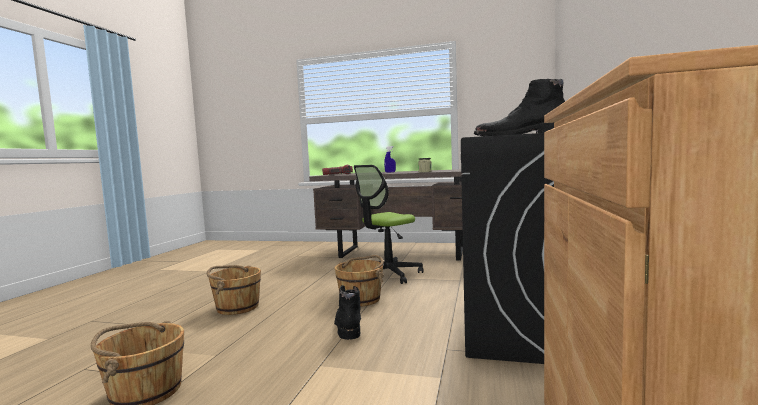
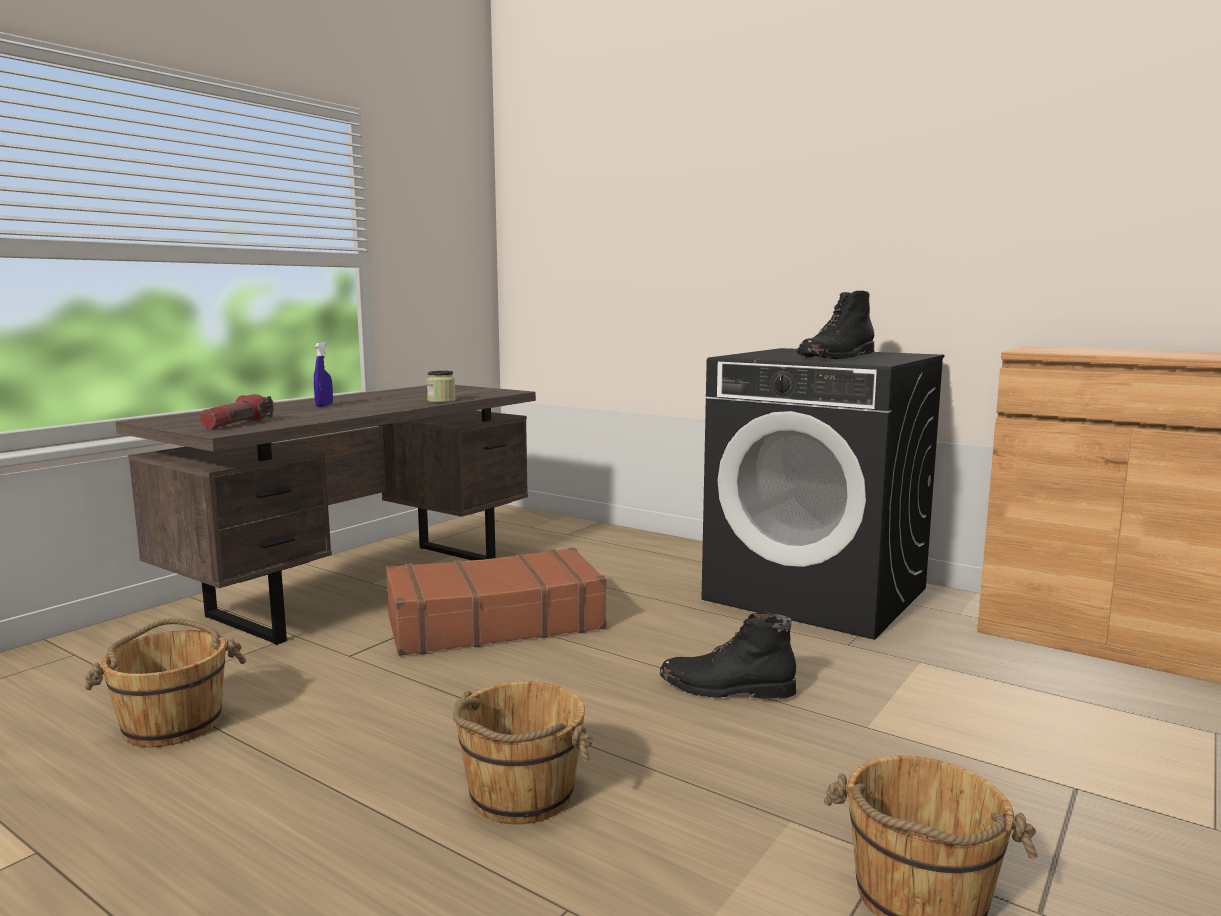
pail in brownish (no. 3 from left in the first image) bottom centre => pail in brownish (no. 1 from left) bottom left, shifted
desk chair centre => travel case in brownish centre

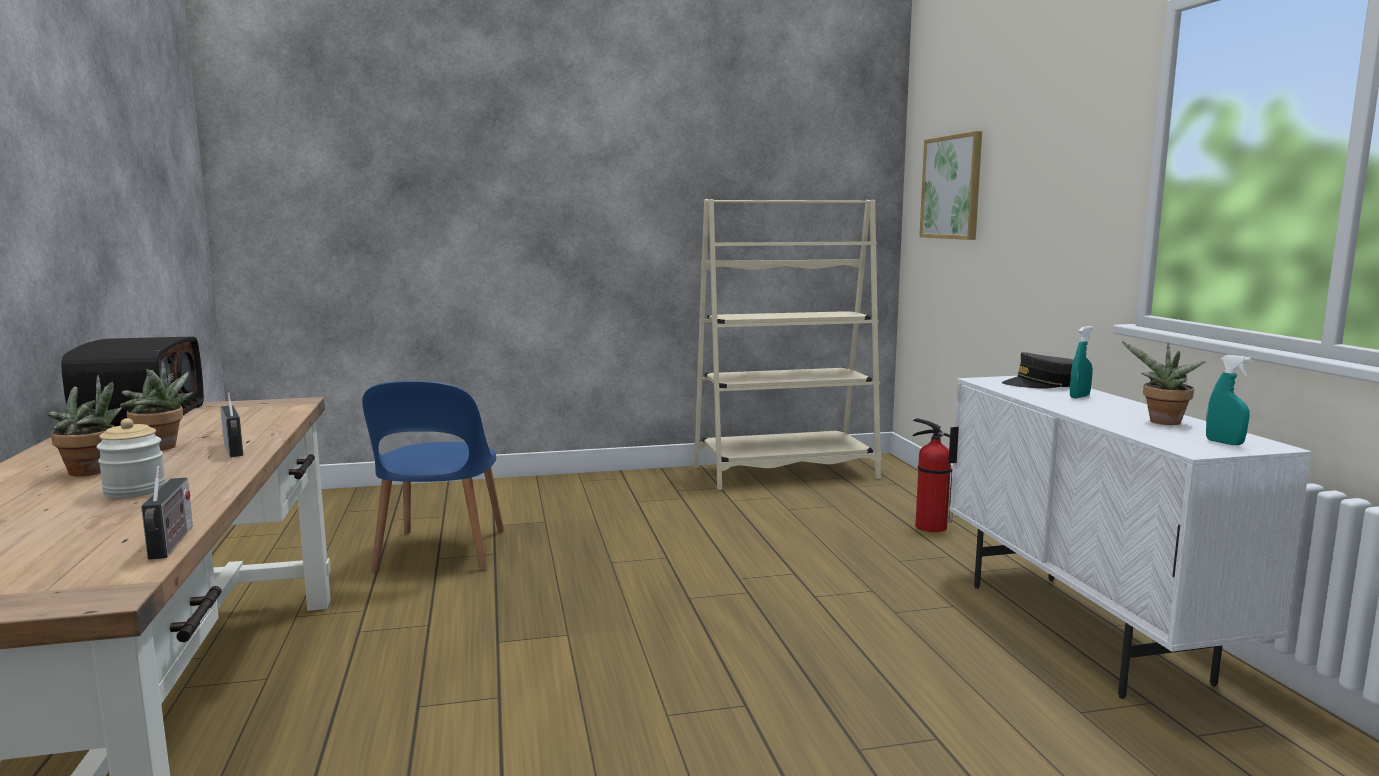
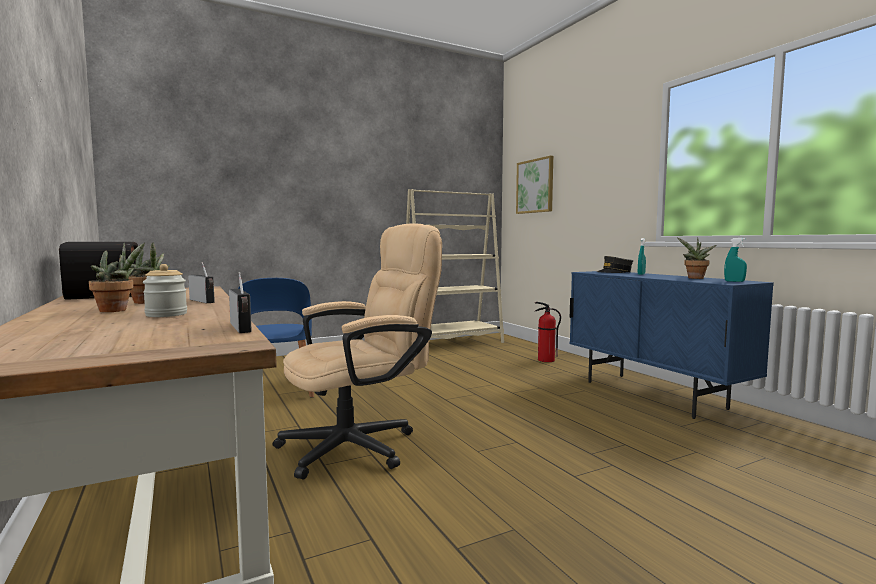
nothing => desk chair in beige centre
cupboard in white bottom right => cupboard in blue middle right

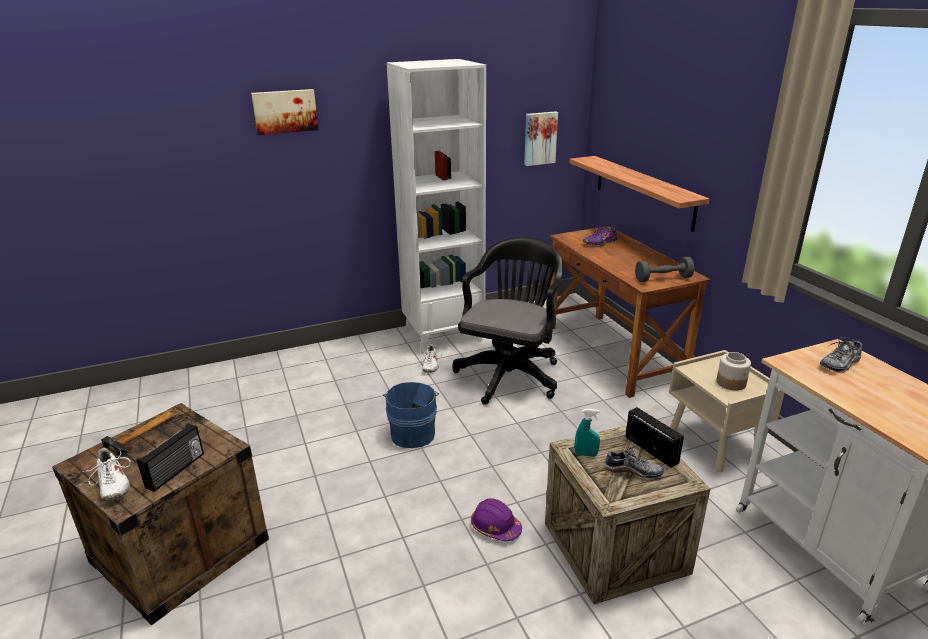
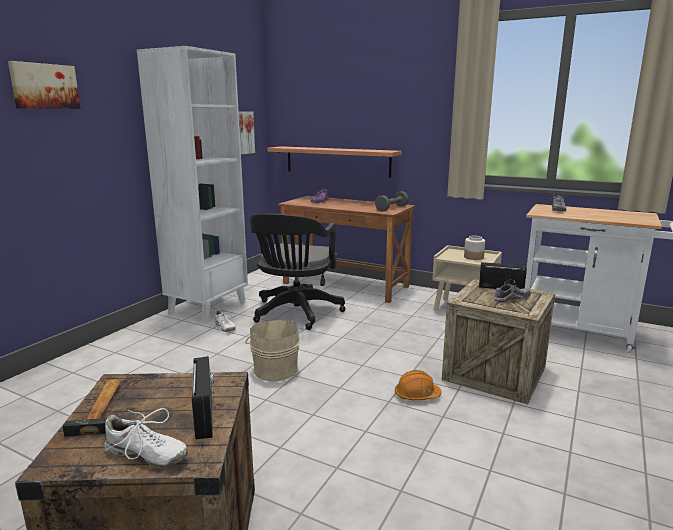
hand sprayer in blue-green bottom centre => nothing
pail in blue centre => pail in beige centre
work helmet in purplish bottom centre => work helmet in orangey bottom centre
desk chair in black-coloured centre, 150 degrees counterclockwise

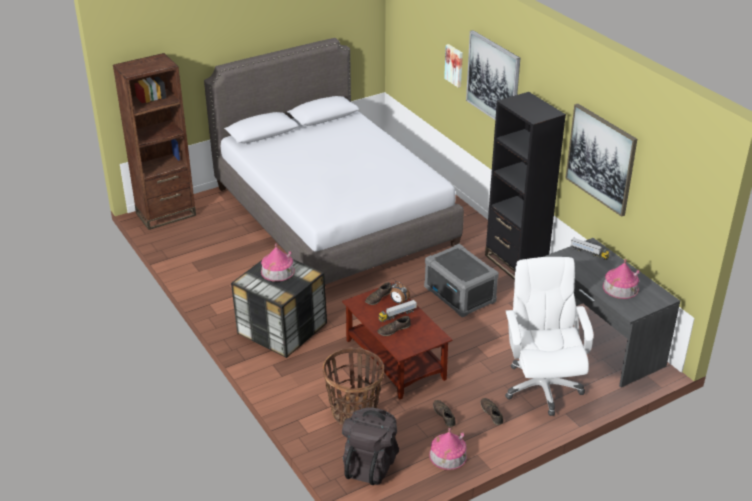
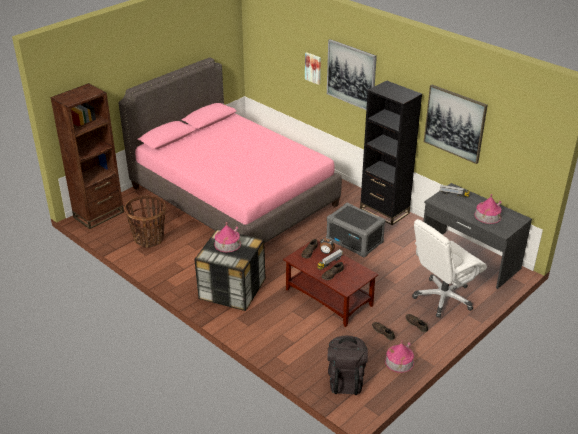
household basket bottom centre => household basket middle left, shifted
bed in grey top centre => bed in pink-coloured centre
desk chair in white bottom right => desk chair in white middle right, 105 degrees counterclockwise

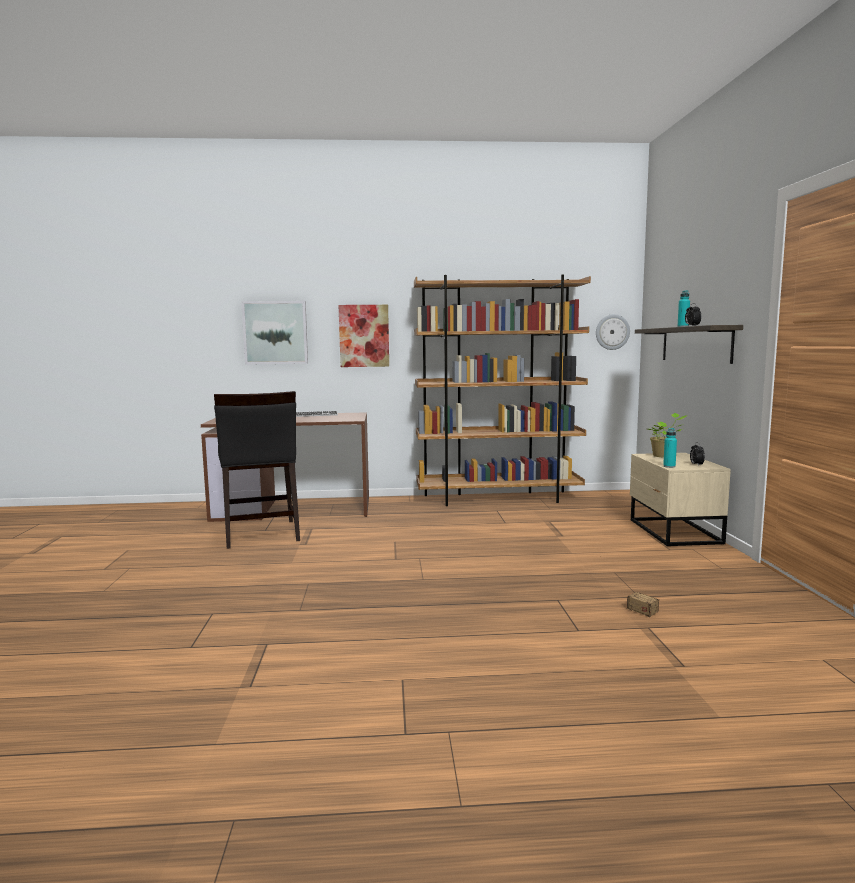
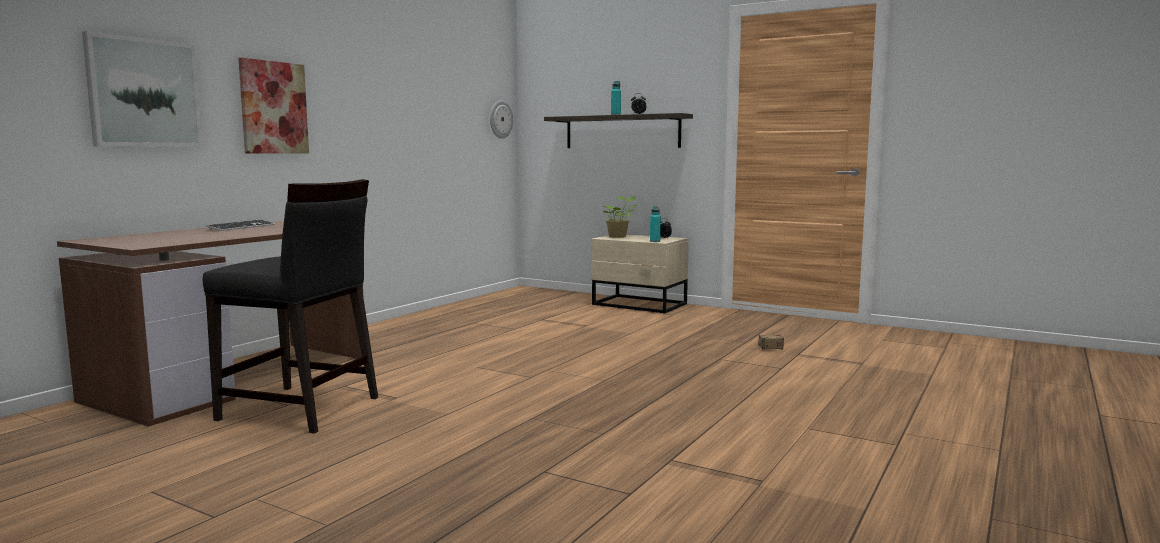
bookshelf in brownish centre => nothing

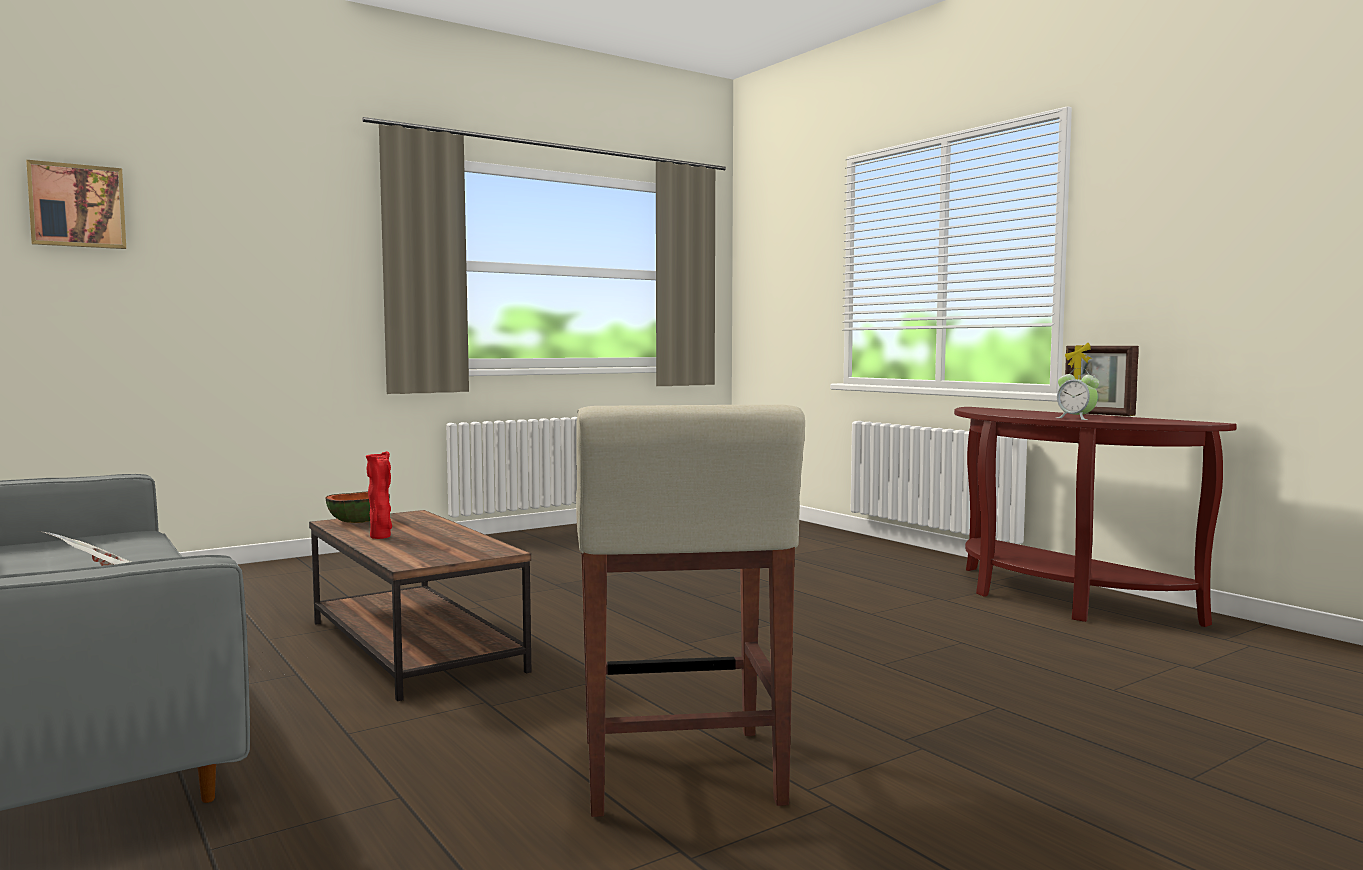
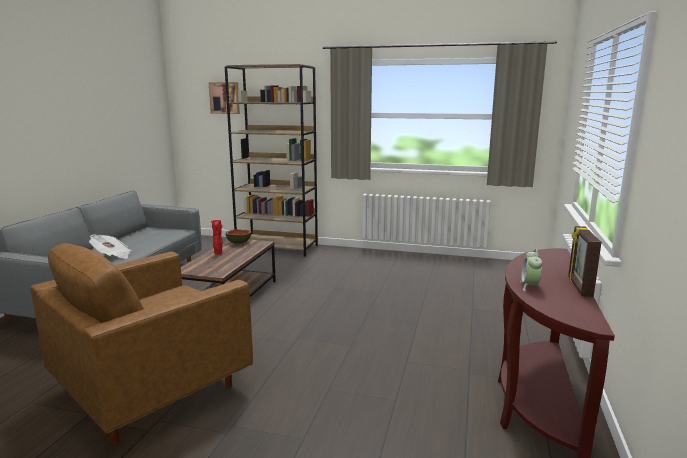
nothing => bookshelf in brownish centre
stool seat in beige bottom centre => easy chair in brownish bottom left

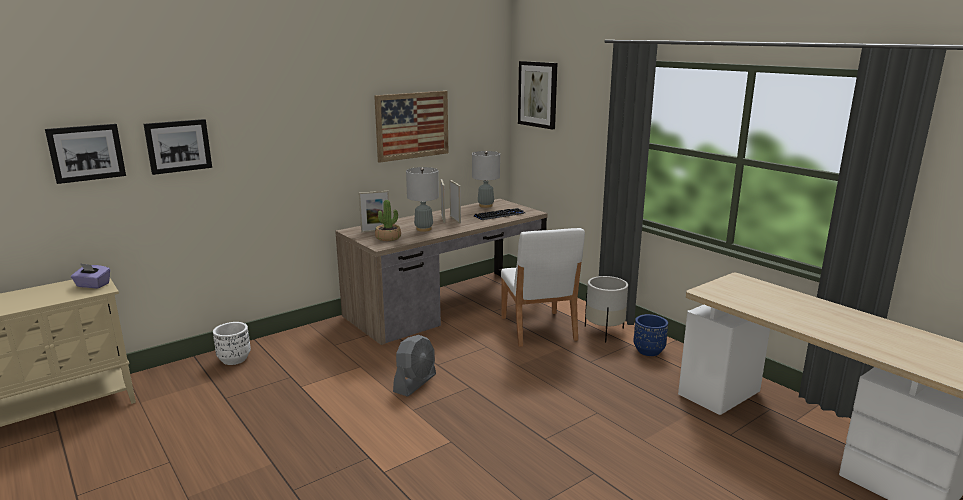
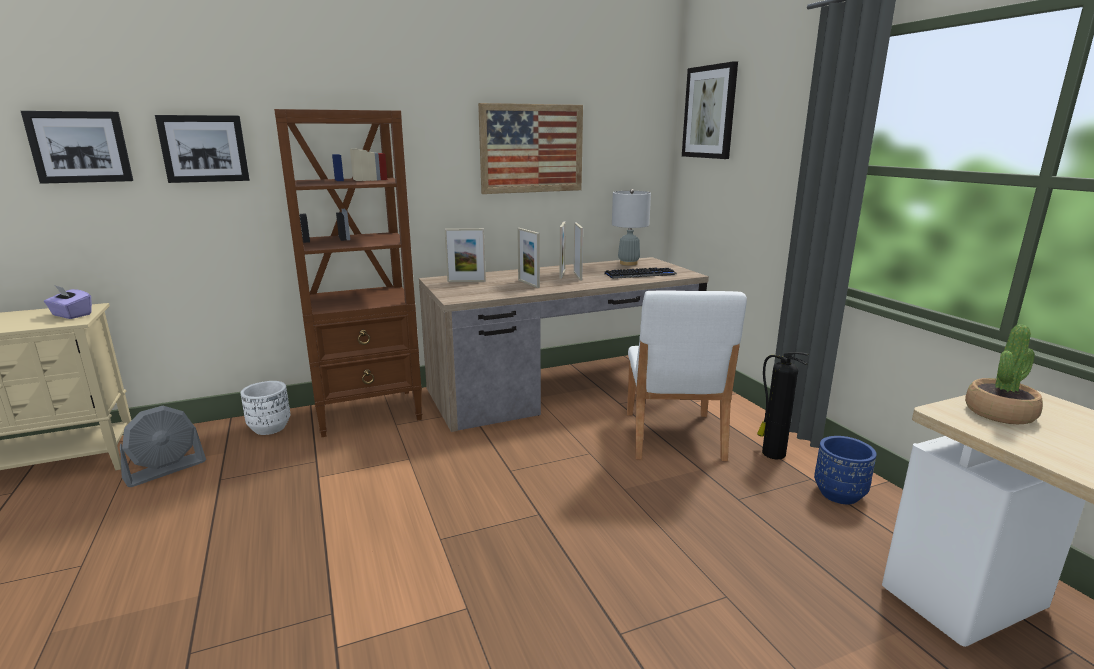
nothing => bookshelf in brownish middle left
plant in a pot centre => plant in a pot middle right, shifted
cooling fan in grey bottom centre => cooling fan in grey bottom left, shifted
tabletop lamp in grey (no. 1 from left) centre => photo frame (no. 2 from left) centre
plant pot in white (no. 2 from left) centre => fire extinguisher middle right

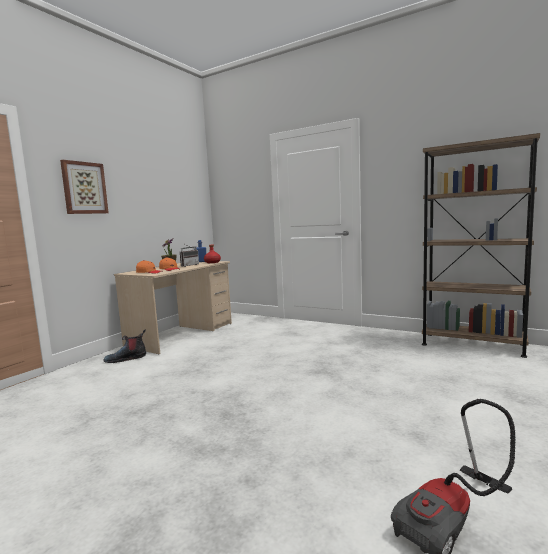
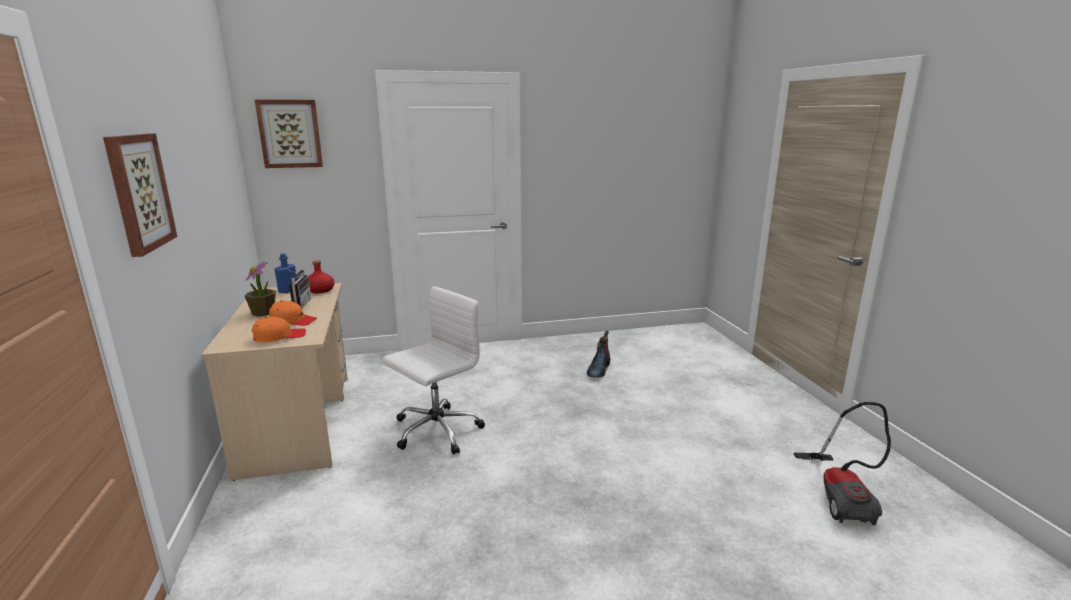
bookshelf in brownish middle right => nothing
nothing => wall picture (no. 2 from left) top left
nothing => desk chair in white centre
boot middle left => boot centre, shifted

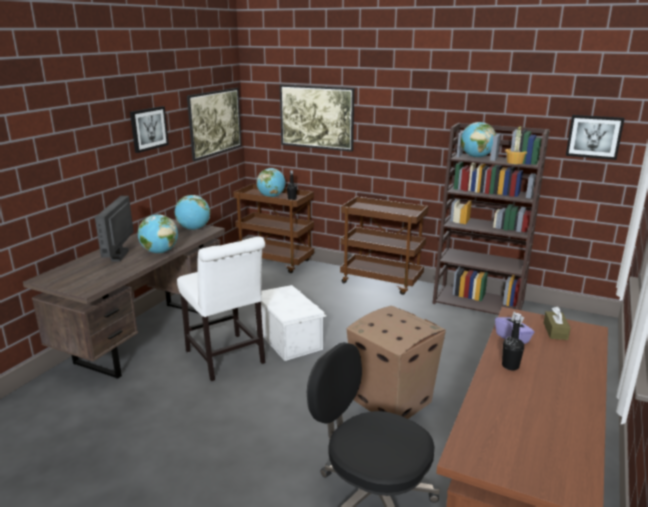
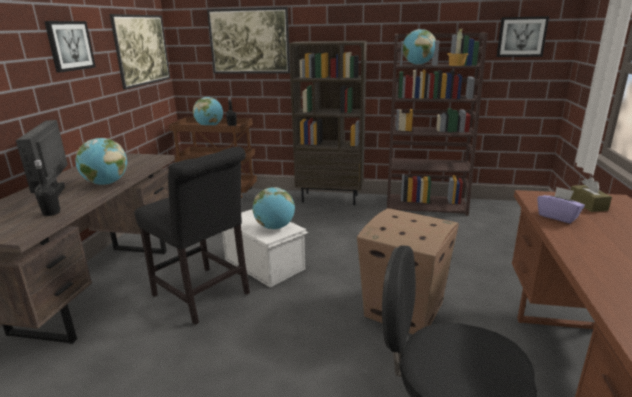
world globe (no. 2 from left in the first image) middle left => world globe (no. 3 from left) centre, shifted
beverage bottle in black-coloured (no. 2 from left in the first image) bottom right => beverage bottle in black-coloured (no. 1 from left) middle left, shifted
cart in brownish (no. 2 from left) centre => bookshelf in brownish (no. 1 from left) top centre
chair in white centre => chair in black-coloured middle left

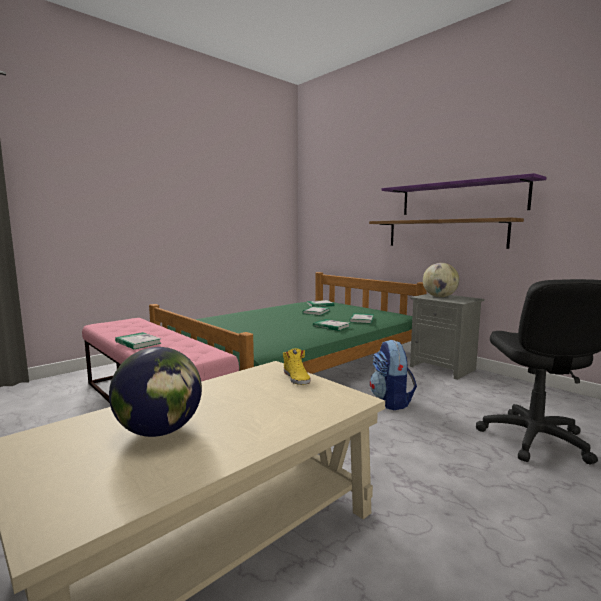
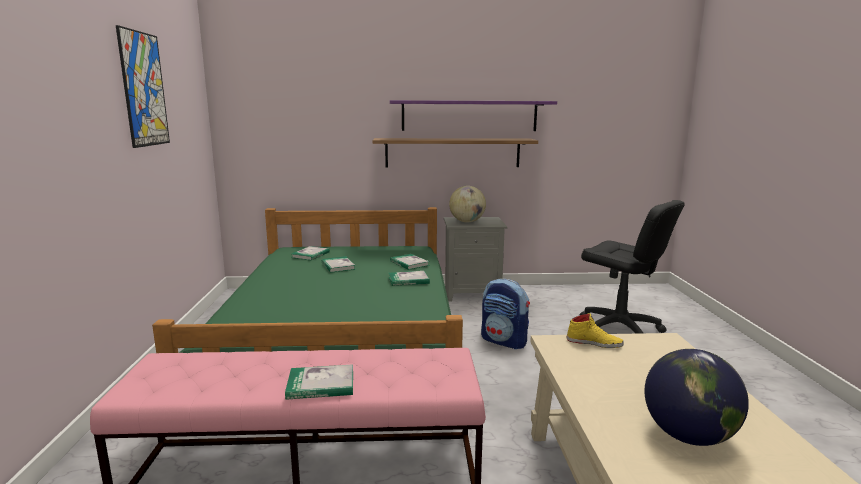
nothing => wall picture top left

